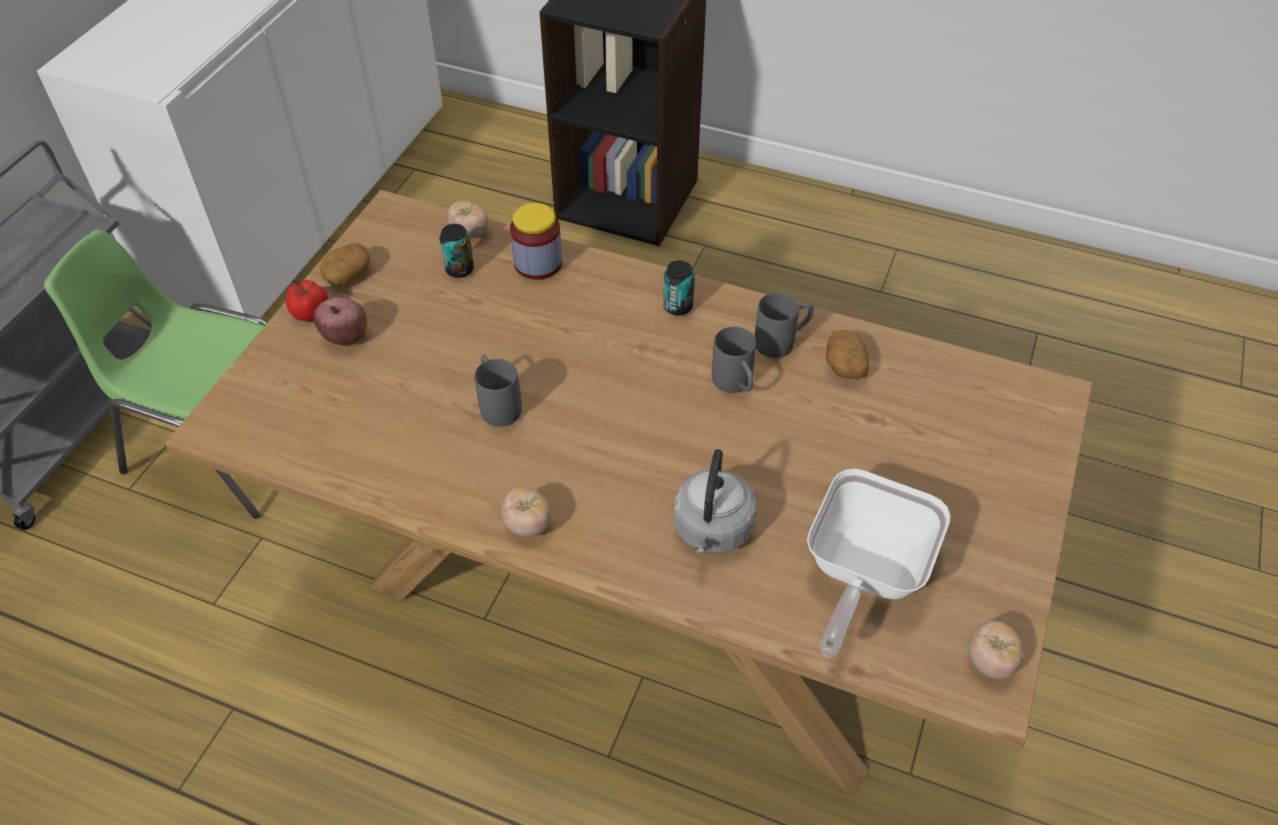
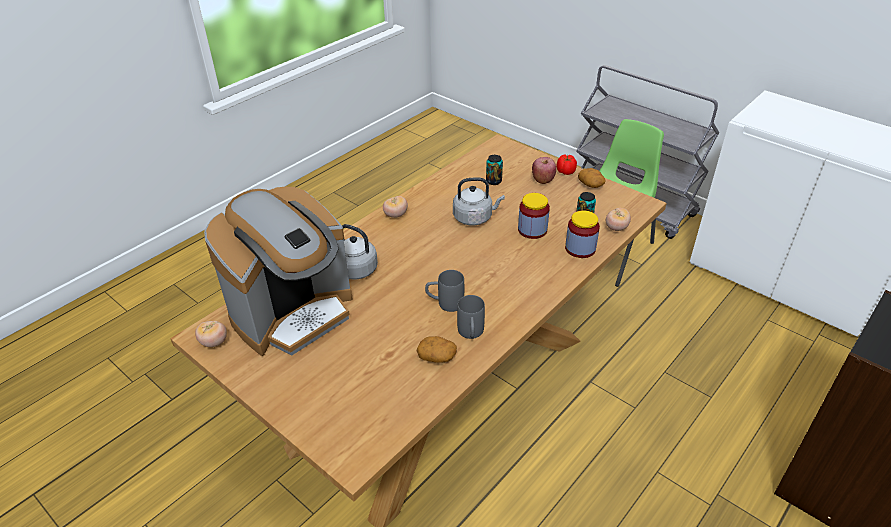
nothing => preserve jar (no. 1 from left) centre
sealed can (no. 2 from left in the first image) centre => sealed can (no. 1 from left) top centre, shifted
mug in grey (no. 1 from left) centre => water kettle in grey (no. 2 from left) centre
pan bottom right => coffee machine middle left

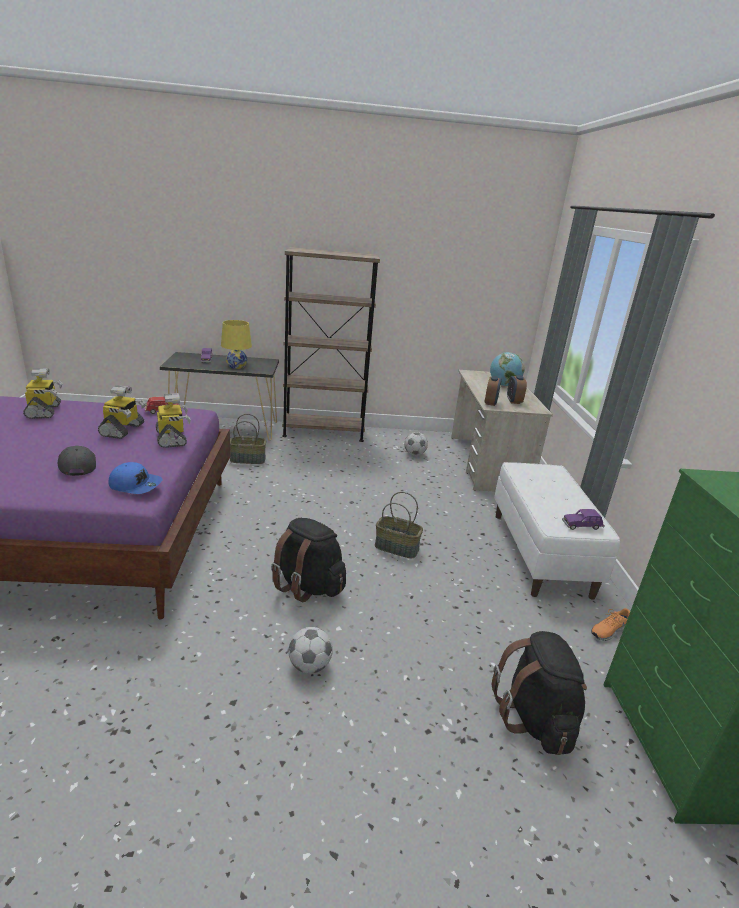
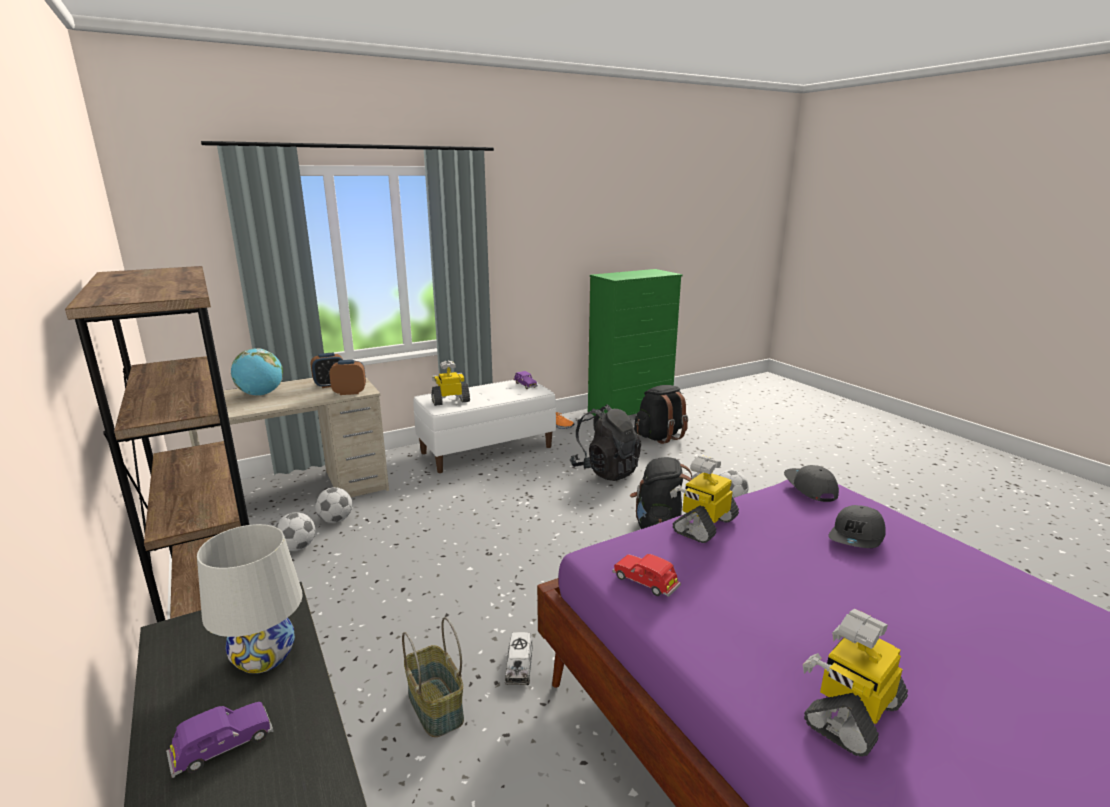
household basket (no. 2 from left) centre => nothing
nothing => ball for football (no. 2 from left) middle left
nothing => model truck bottom centre
nothing => backpack in black-coloured (no. 1 from left) centre
toy robot (no. 2 from left in the first image) middle left => toy robot (no. 1 from left) centre, shifted
baseball cap in blue middle left => baseball cap in grey (no. 1 from left) middle right
tabletop lamp in yellowish middle left => tabletop lamp in white bottom left

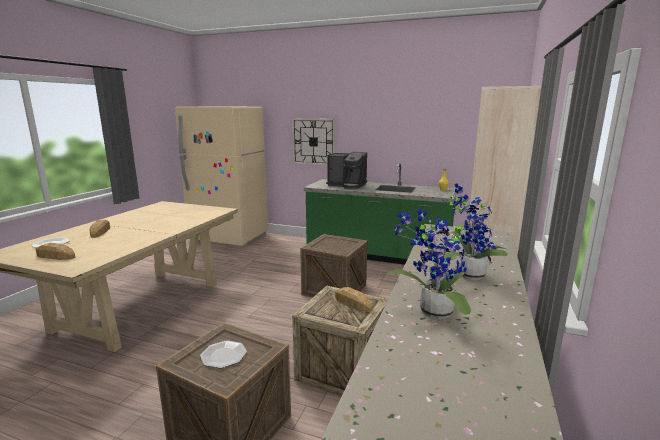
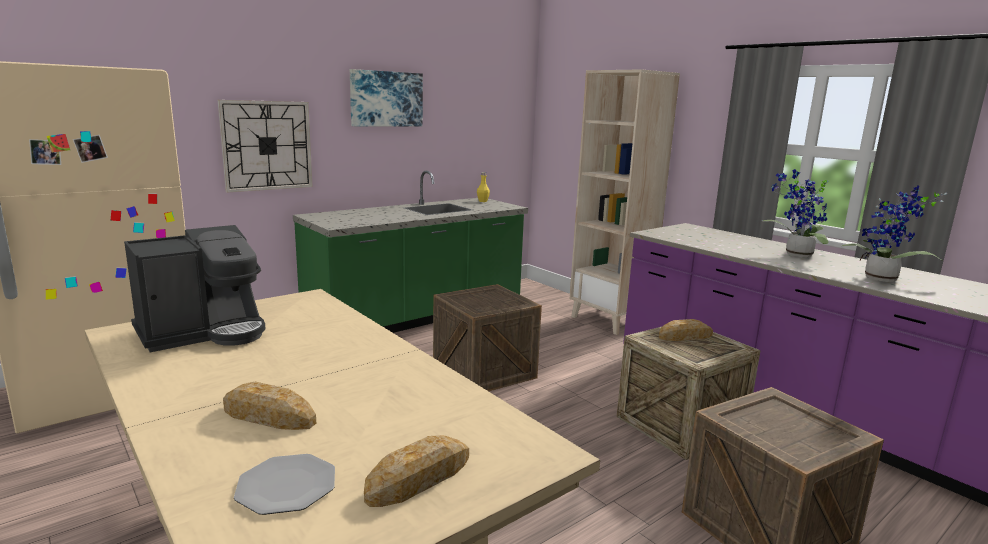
flat dish (no. 2 from left) bottom centre => nothing
nothing => wall picture top centre
coffee machine centre => coffee machine middle left, shifted

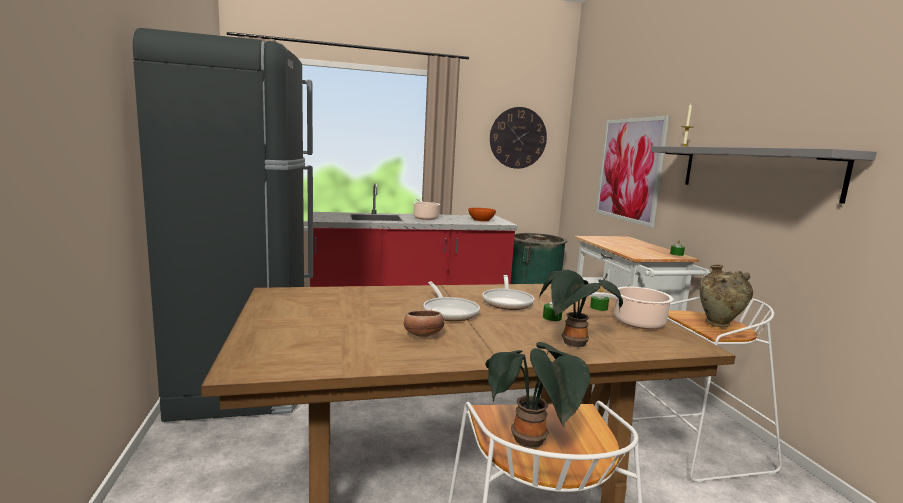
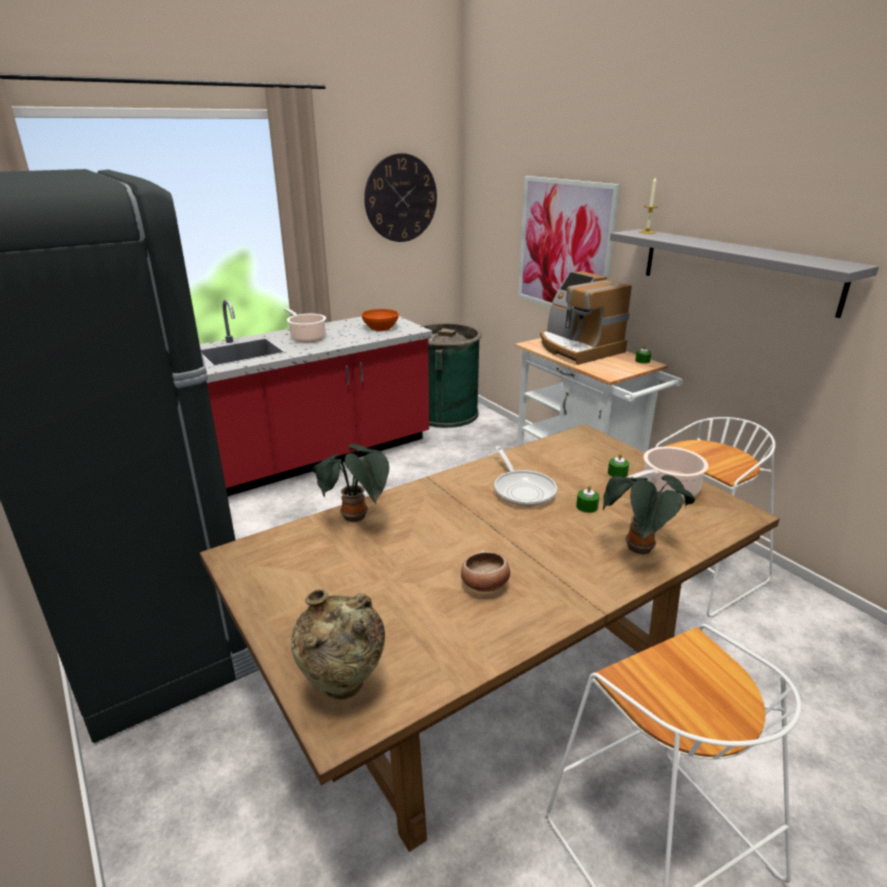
pan (no. 1 from left) centre => nothing
nothing => coffee machine centre
plant in a pot (no. 1 from left) bottom centre => plant in a pot (no. 1 from left) centre, shifted
flower vase in beige middle right => flower vase in beige bottom centre, shifted

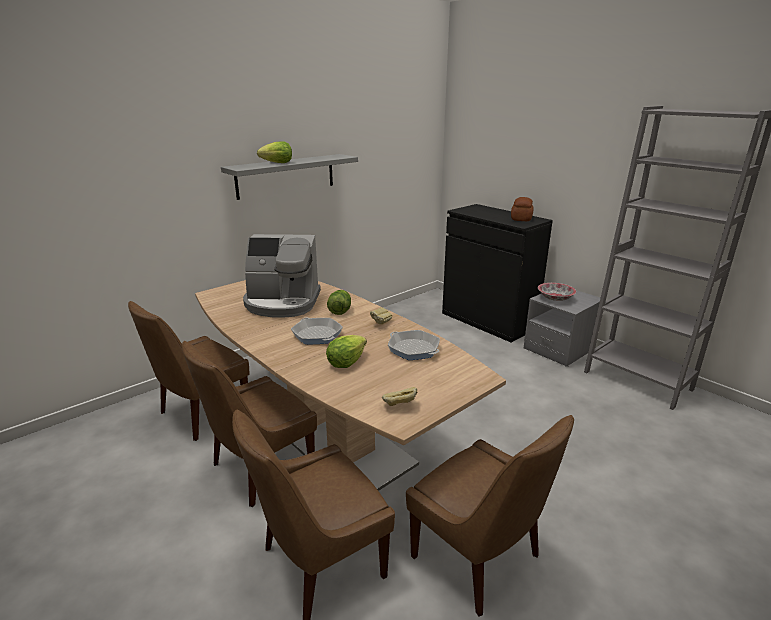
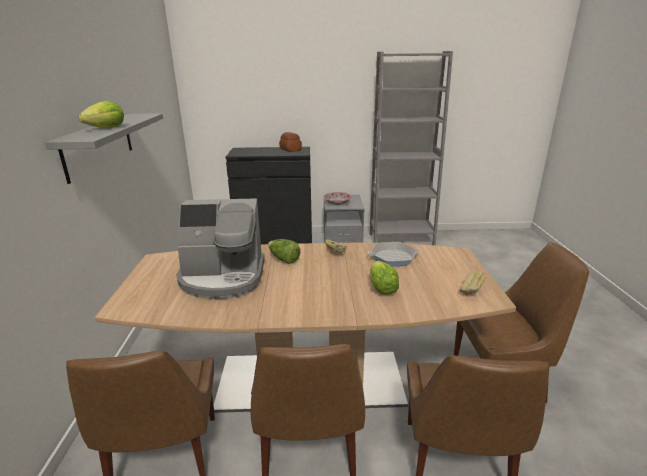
pan (no. 1 from left) centre => nothing
coffee machine centre, 45 degrees clockwise

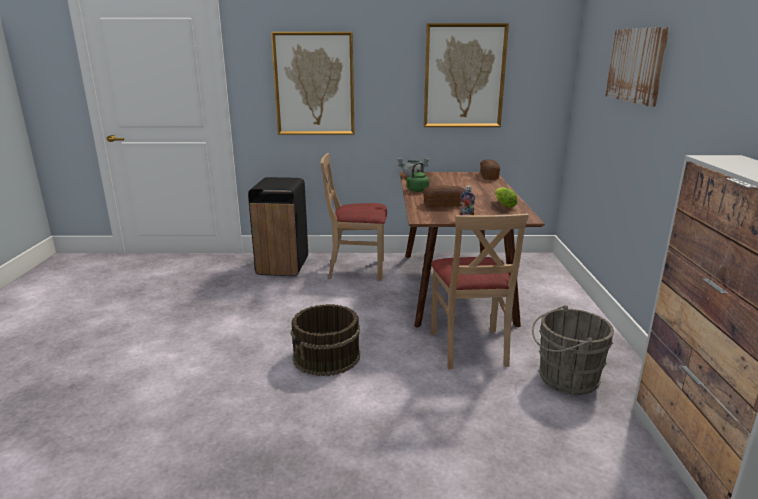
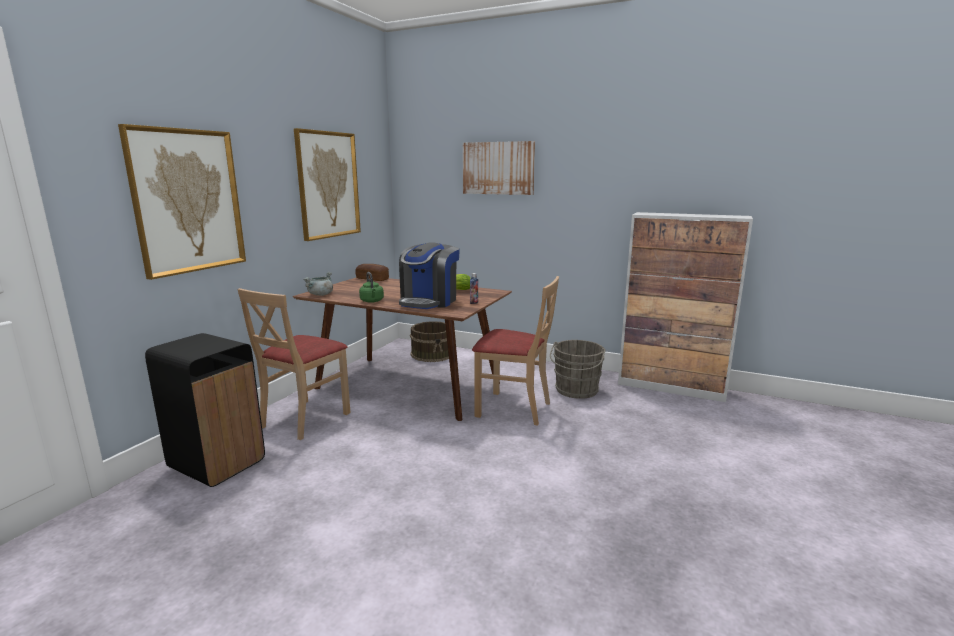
pail in brownish bottom centre => pail in brownish centre, shifted
bakery bread (no. 1 from left) centre => coffee machine centre

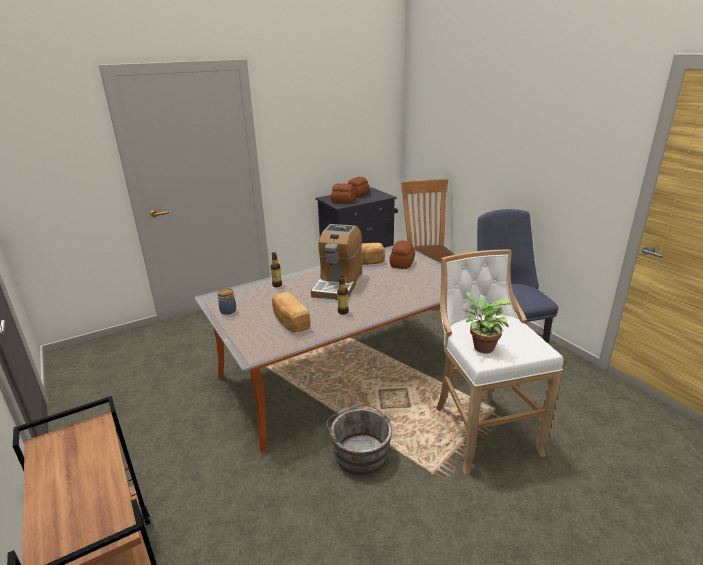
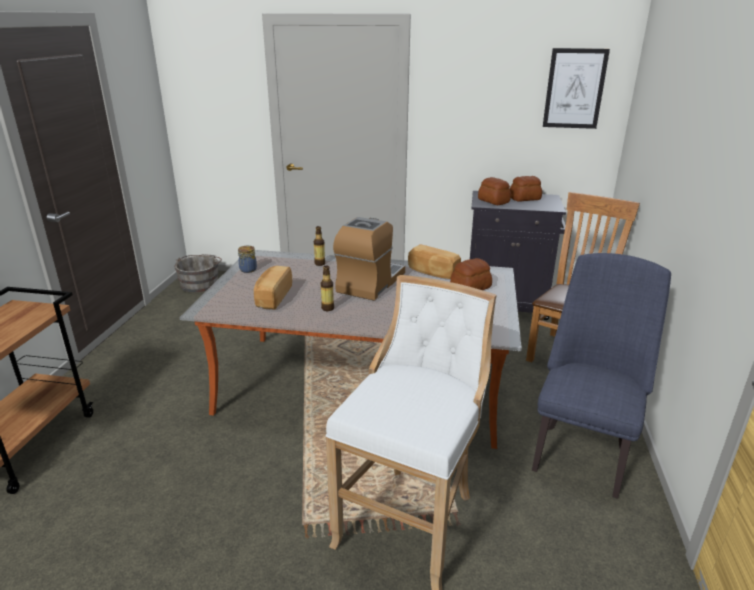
plant in a pot middle right => nothing
nothing => wall picture top right
pail in grey bottom centre => pail in grey middle left, shifted
coffee machine centre, 150 degrees clockwise

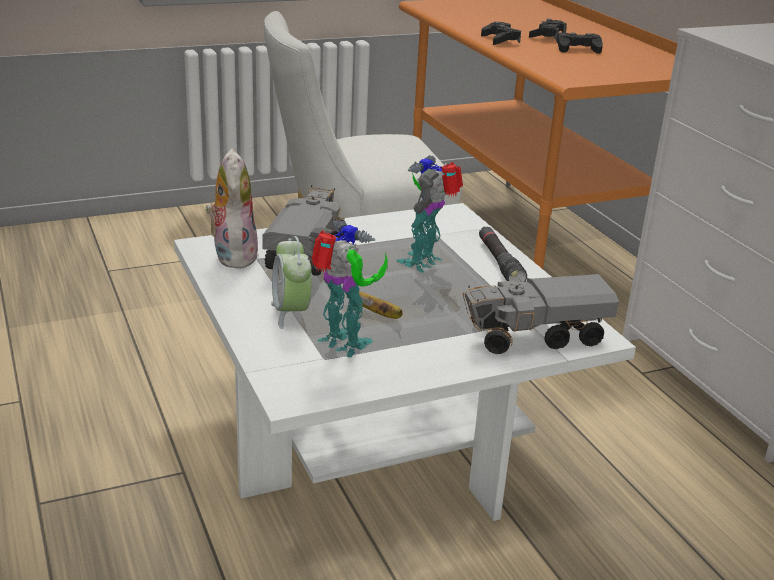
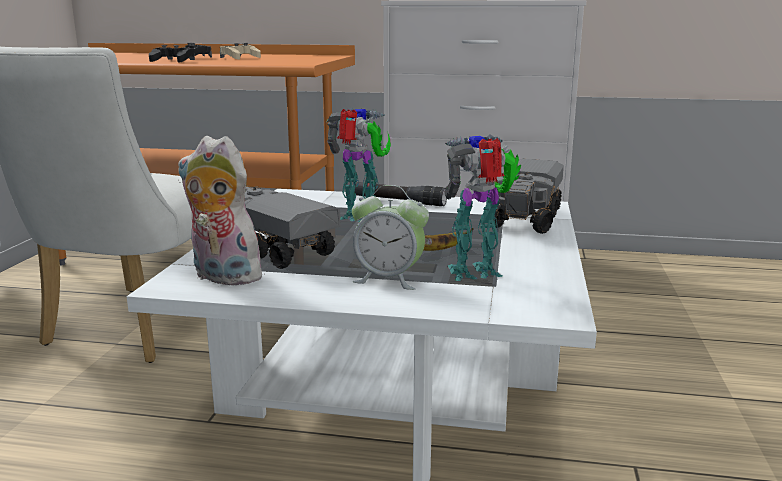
joypad in black-coloured (no. 3 from left) top right => joypad in beige top left
toy robot (no. 2 from left in the first image) centre => toy robot (no. 1 from left) centre, 135 degrees clockwise

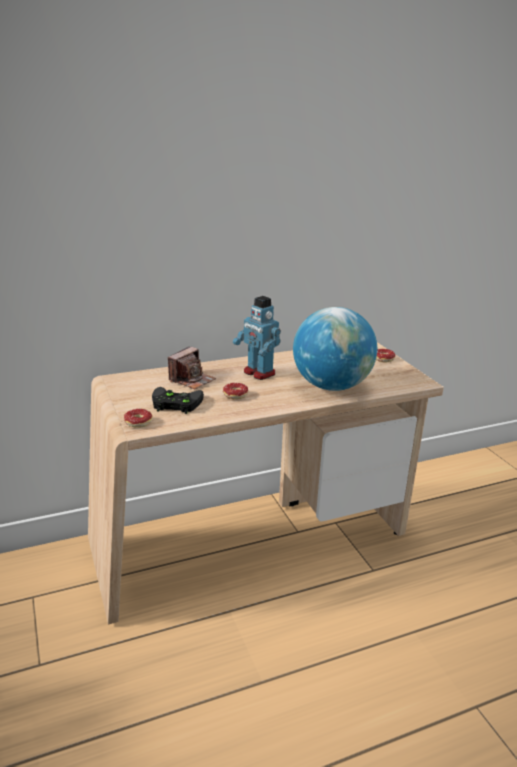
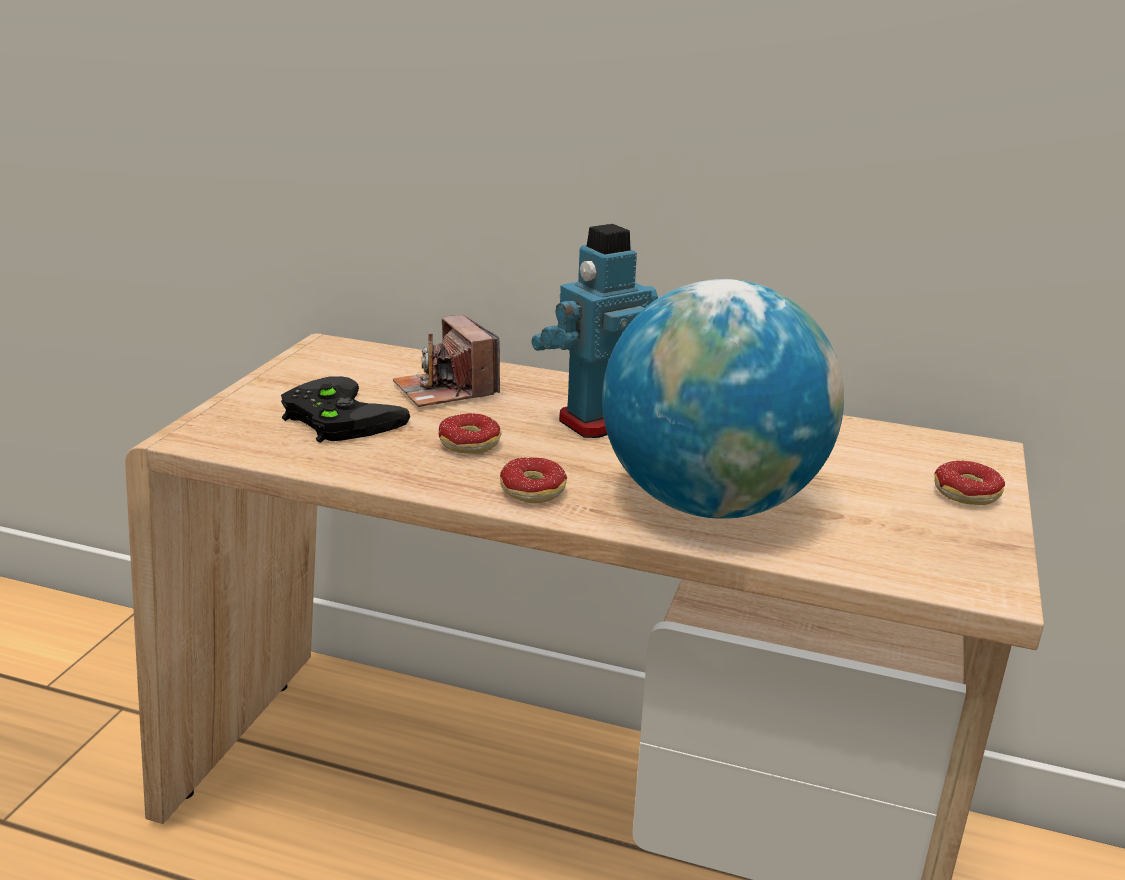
donut (no. 1 from left in the first image) middle left => donut (no. 2 from left) centre, shifted
still camera centre, 75 degrees clockwise
toy robot centre, 60 degrees clockwise

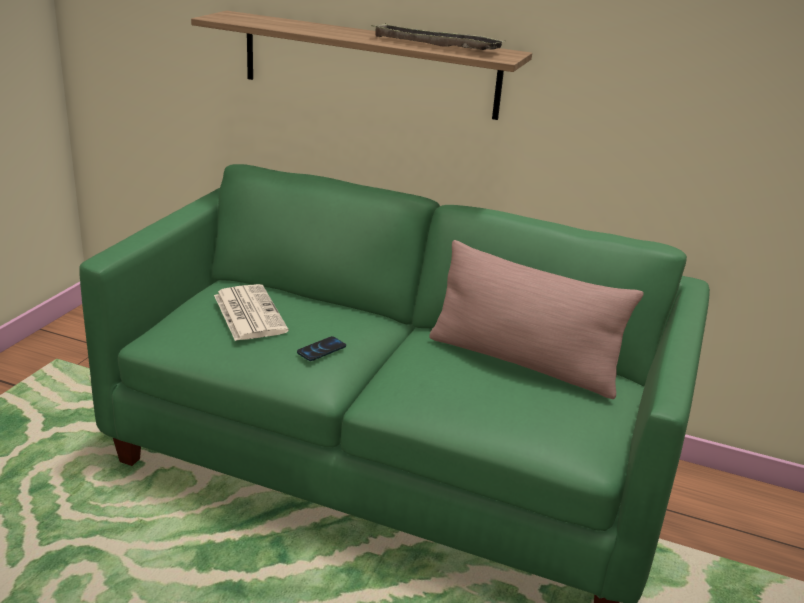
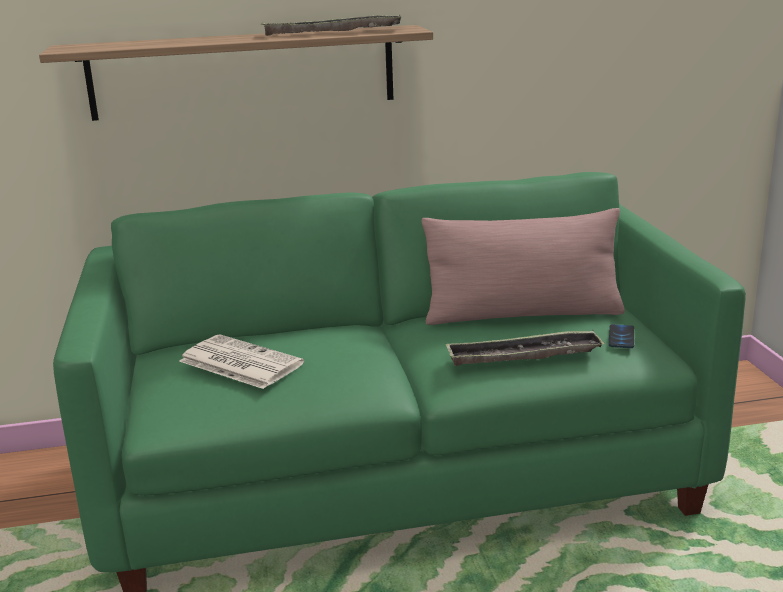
nothing => serving tray (no. 2 from left) middle right
phone centre => phone middle right, shifted

